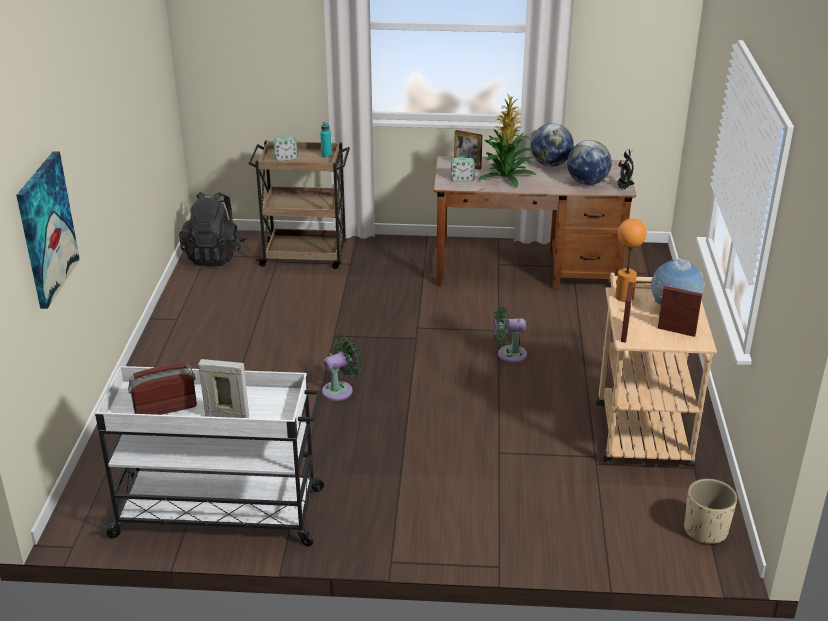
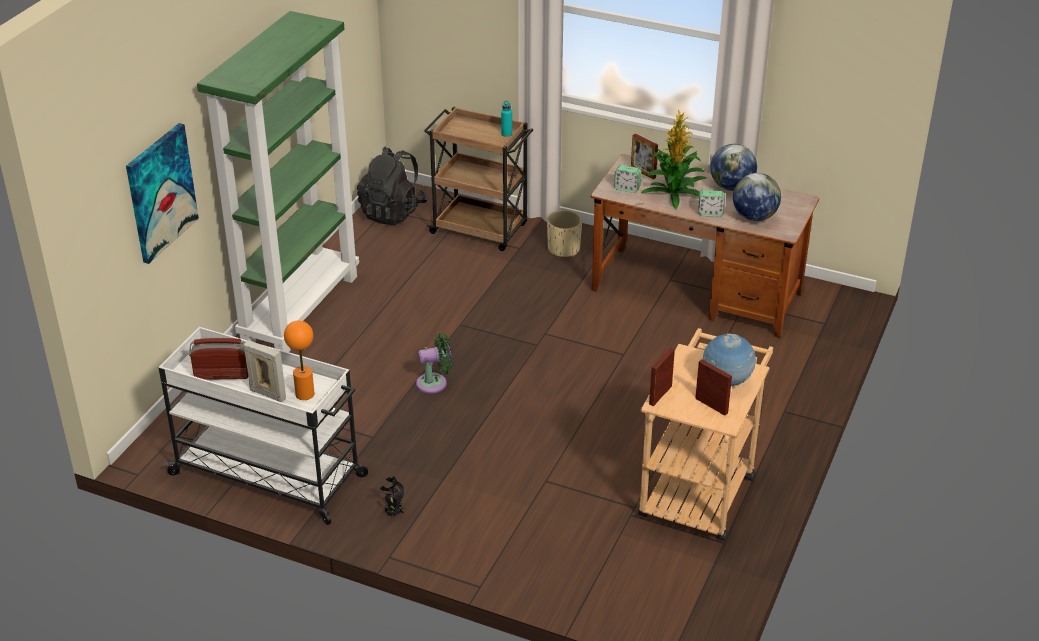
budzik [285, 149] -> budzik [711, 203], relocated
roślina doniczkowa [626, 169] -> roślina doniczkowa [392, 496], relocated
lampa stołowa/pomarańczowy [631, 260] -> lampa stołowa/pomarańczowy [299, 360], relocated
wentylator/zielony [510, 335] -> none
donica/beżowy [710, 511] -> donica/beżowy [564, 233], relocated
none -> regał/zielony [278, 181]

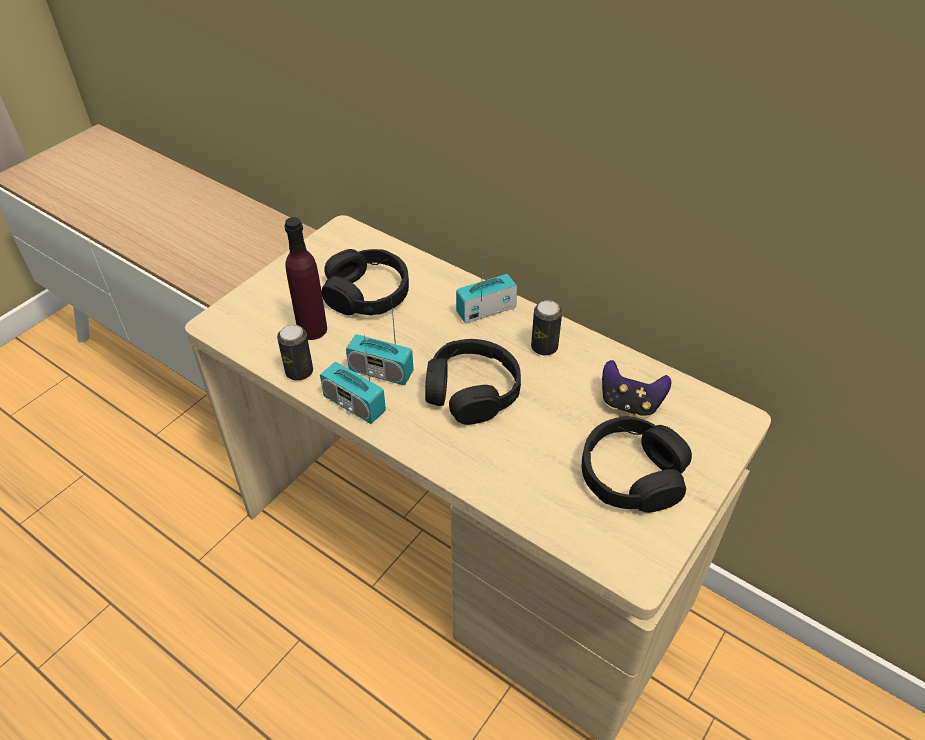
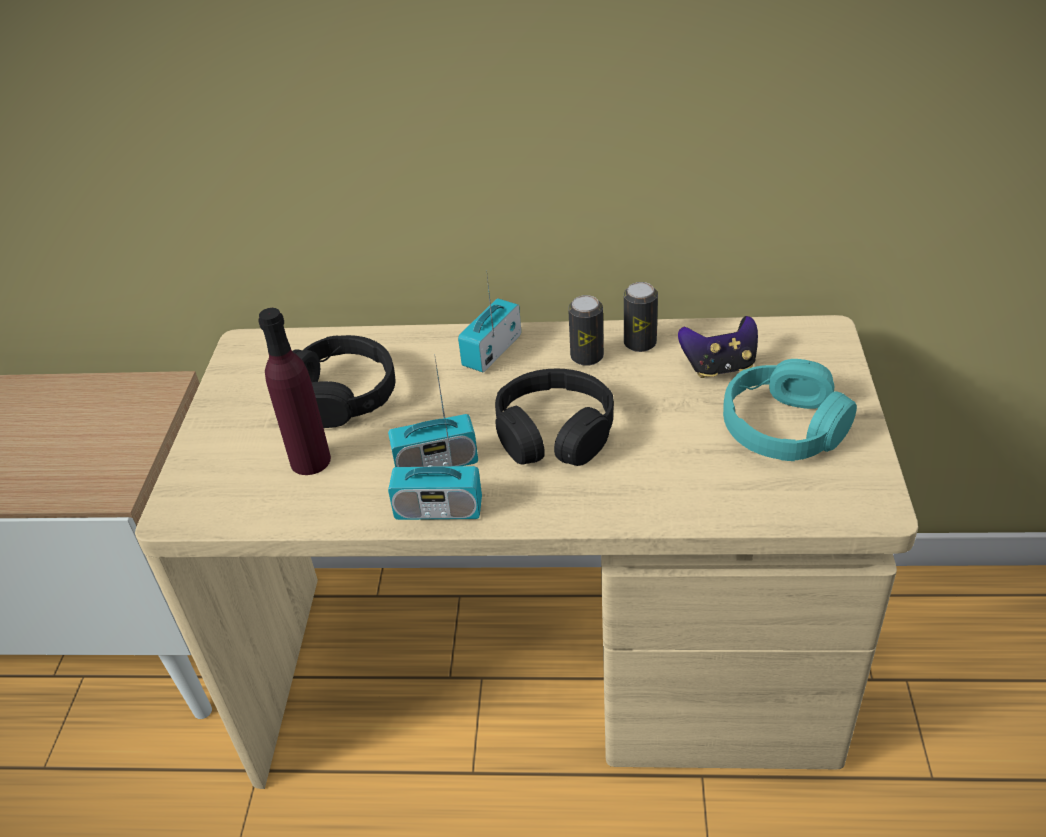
puszka [295, 352] -> puszka [641, 317], relocated
słuchawki/czarny [637, 464] -> słuchawki/turkusowy [790, 410]

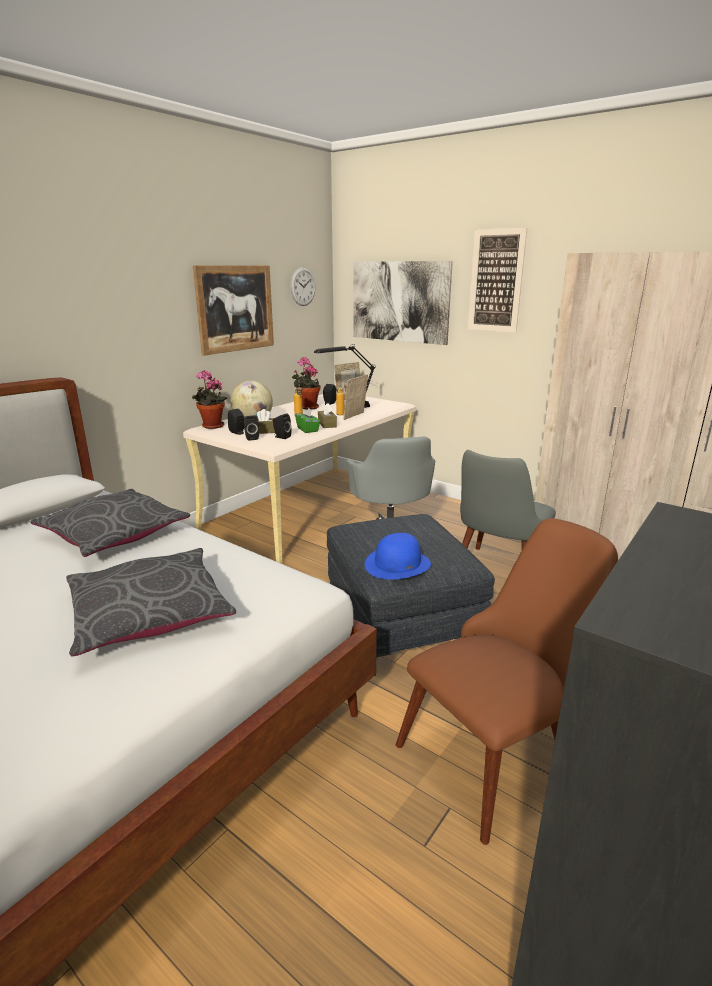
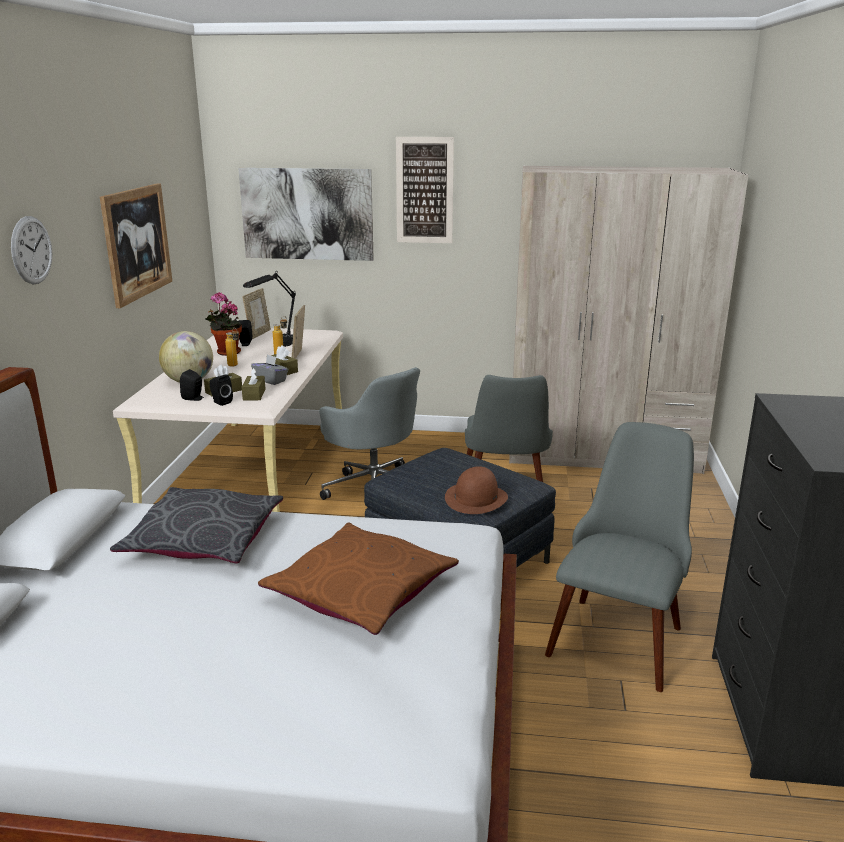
zegar ścienny [303, 286] -> zegar ścienny [31, 250], relocated
roślina doniczkowa [210, 399] -> none
pudełko chusteczek/zielony [307, 420] -> pudełko chusteczek/szary [270, 370]
głośnik/czarny [282, 426] -> pudełko chusteczek/brązowy [254, 384]
krzesło/brązowy [507, 681] -> krzesło/szary [619, 557]
kapelusz/niebieski [398, 556] -> kapelusz/brązowy [476, 490]
poduszka/szary [151, 602] -> poduszka/brązowy [358, 579]

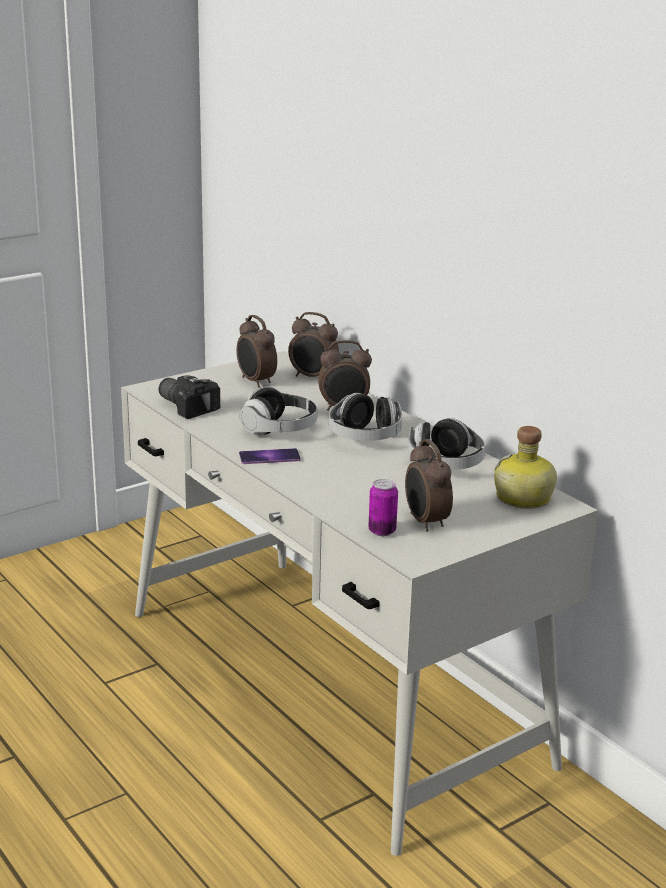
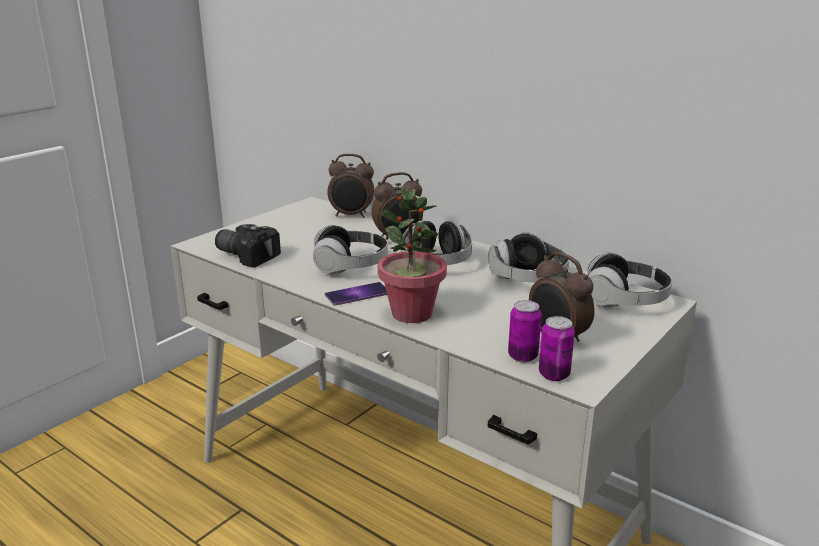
budzik [256, 351] -> none
butelka [525, 467] -> słuchawki [629, 280]
none -> roślina doniczkowa [412, 254]
none -> puszka [557, 348]

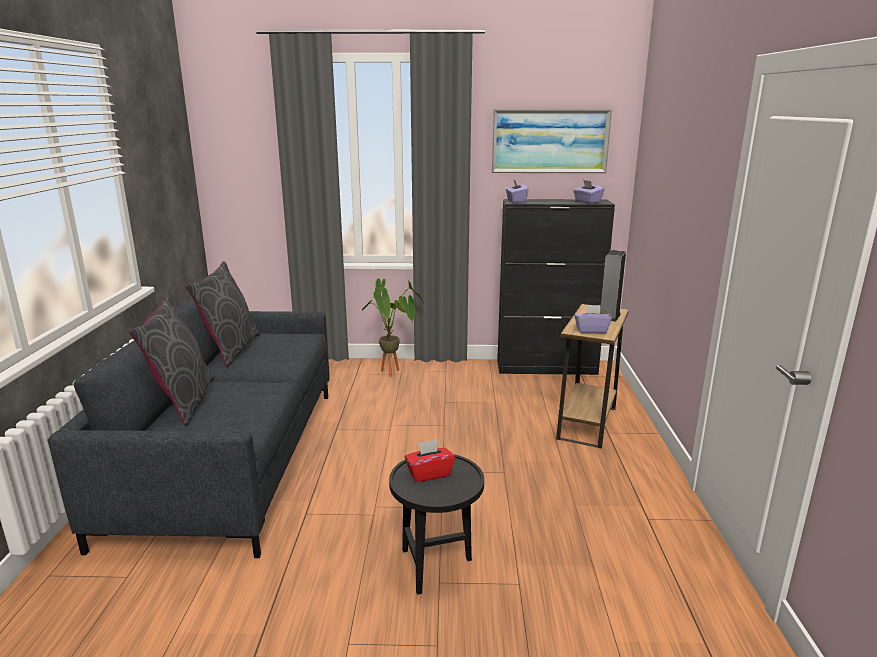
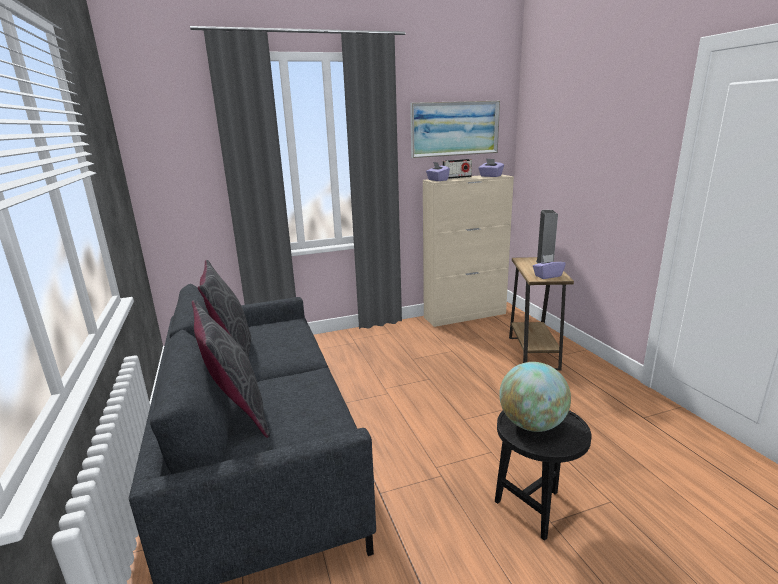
szafka/czarny [556, 287] -> szafka/beżowy [468, 251]
roślina doniczkowa [393, 327] -> none
pudełko chusteczek/czerwony [429, 461] -> globus [535, 397]
none -> radio [457, 169]

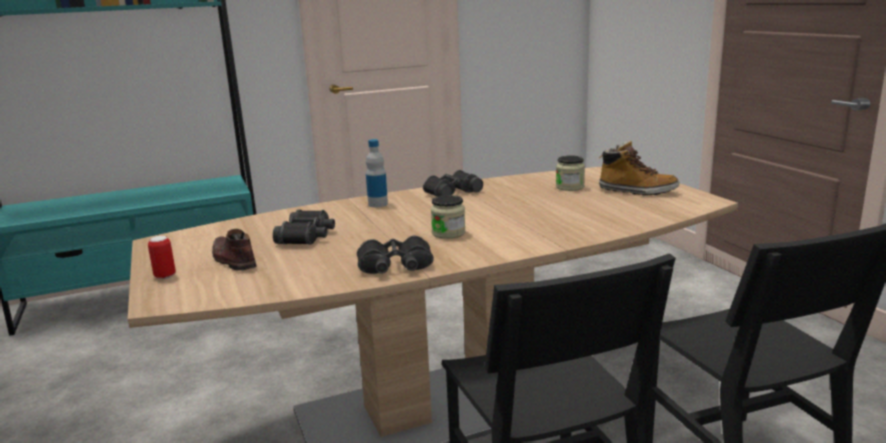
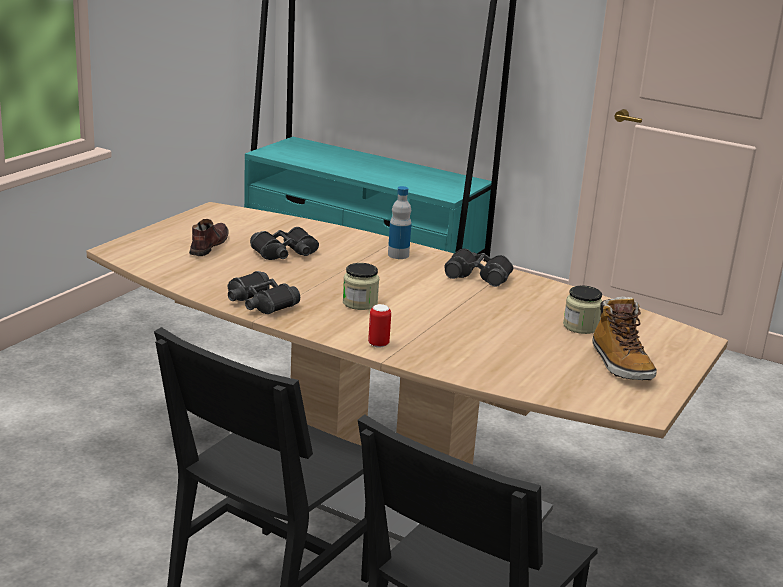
puszka [162, 257] -> puszka [379, 326], relocated

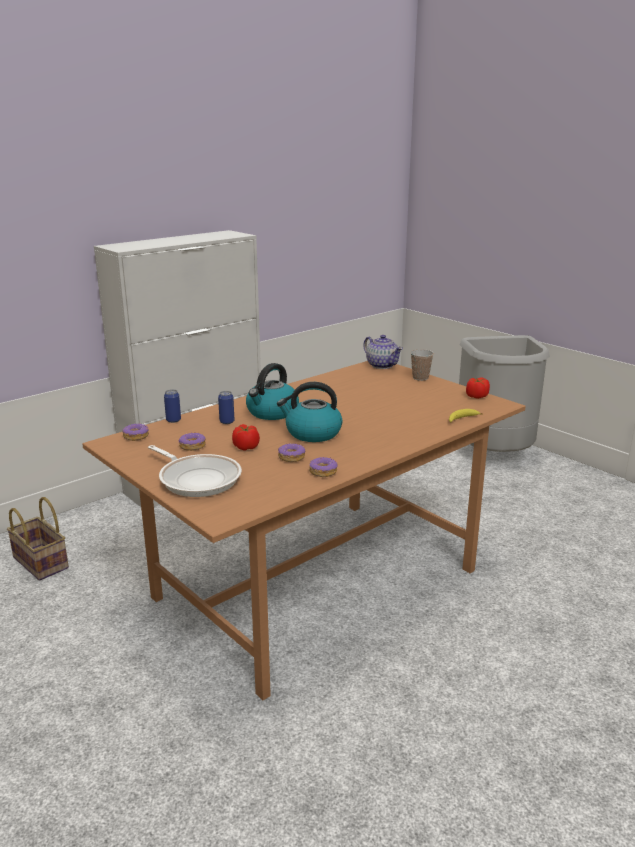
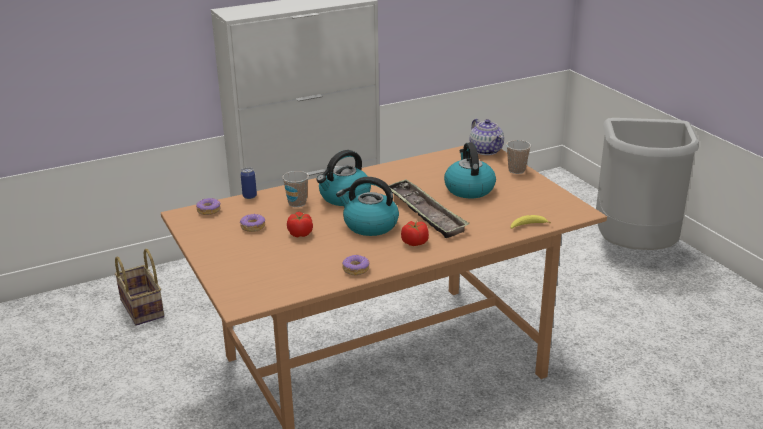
pomidor [478, 388] -> pomidor [415, 233], relocated
puszka [226, 407] -> filiżanka [295, 189]
donut [291, 452] -> none
patelnia [195, 471] -> none
none -> czajnik [470, 170]
none -> taca [429, 208]

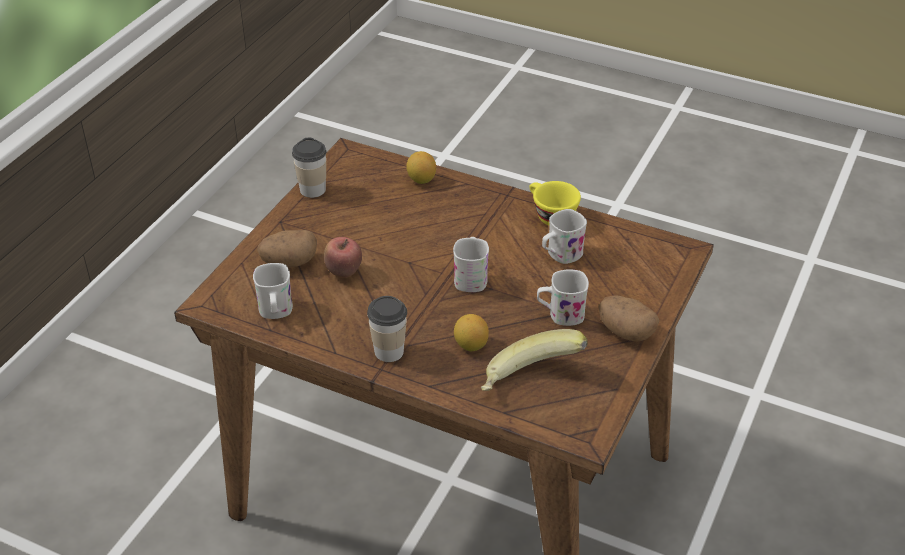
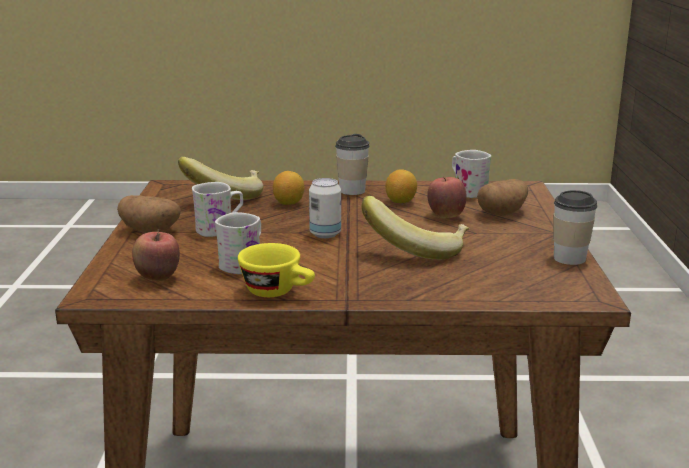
cytryna [421, 167] -> cytryna [401, 186], relocated
kubek/biały [471, 264] -> puszka [325, 208]
none -> banan [415, 227]
none -> jabłko [156, 255]

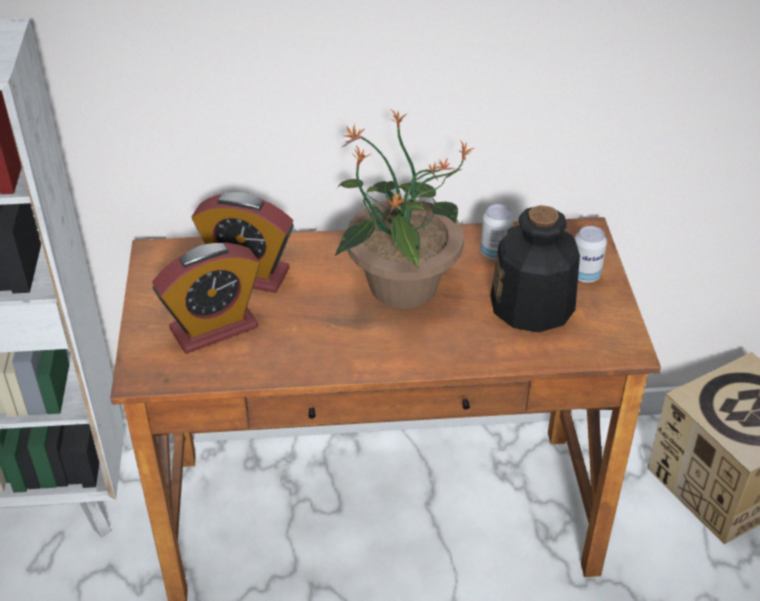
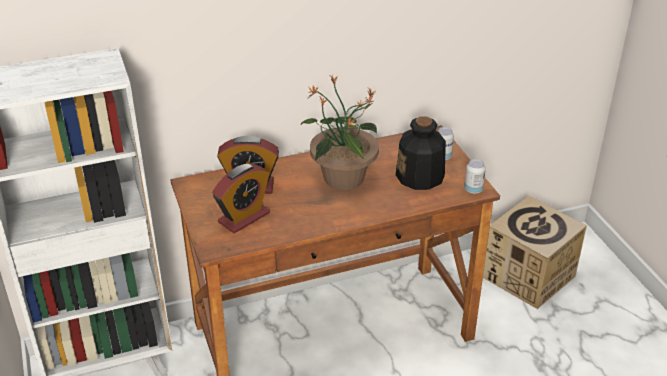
puszka [497, 232] -> puszka [475, 176], relocated

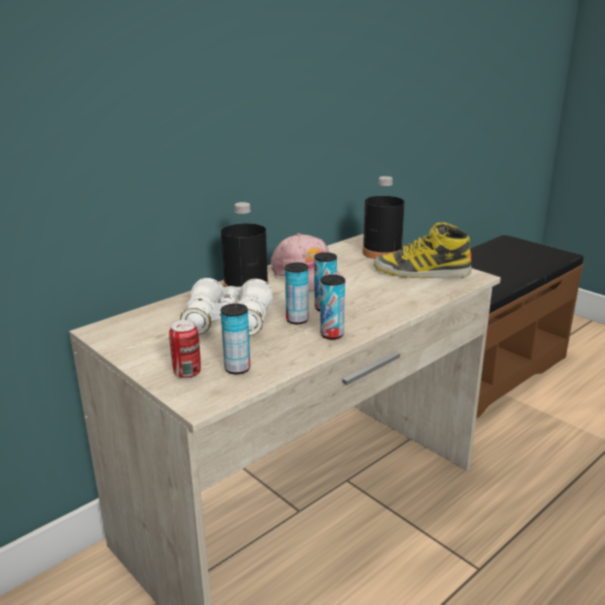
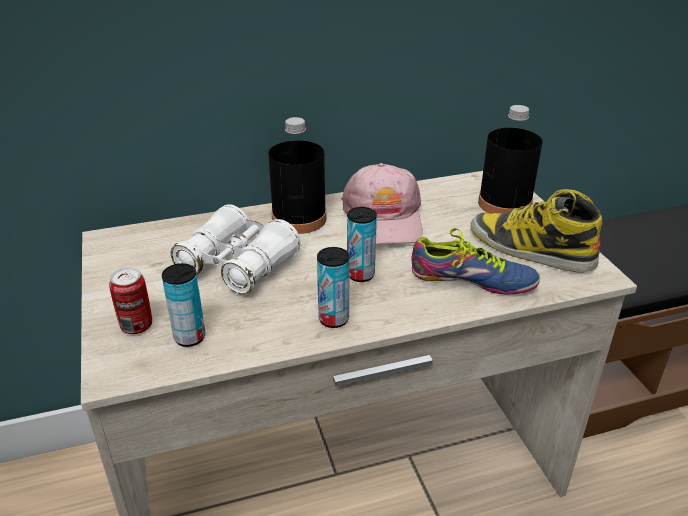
puszka [297, 293] -> none
none -> but [475, 261]

